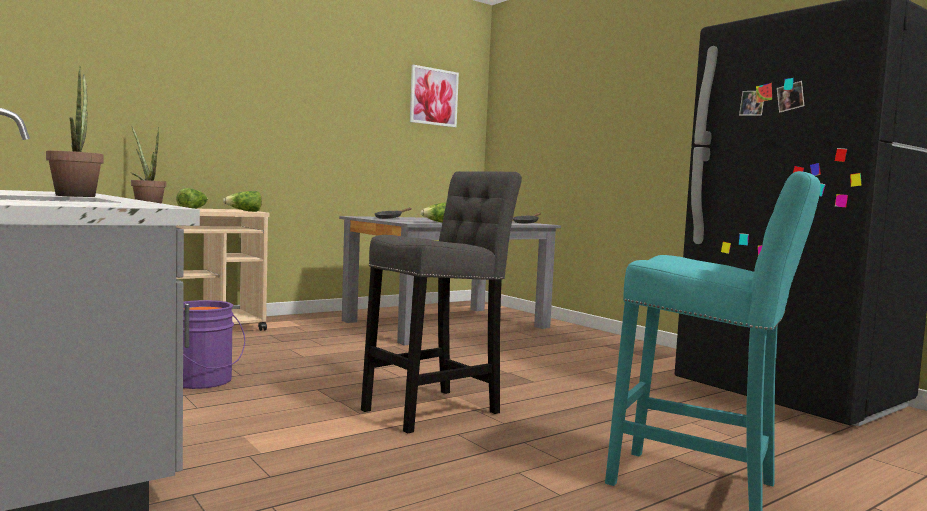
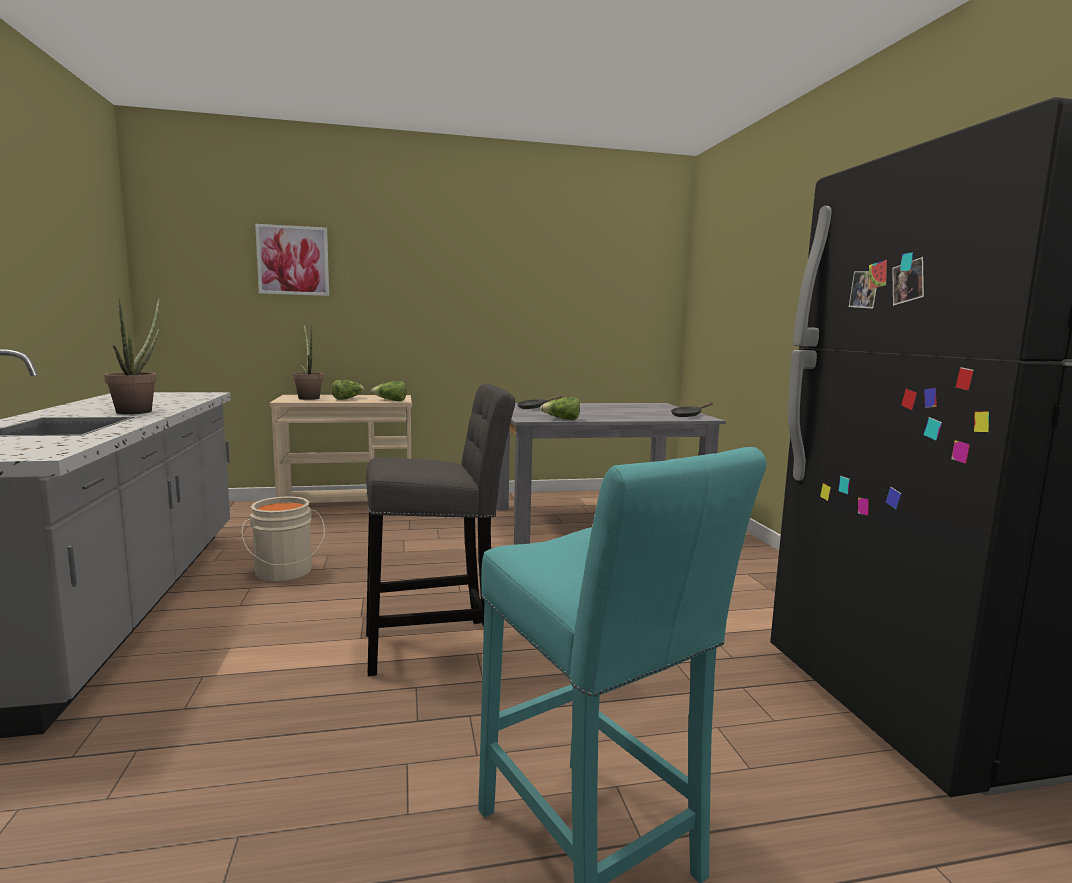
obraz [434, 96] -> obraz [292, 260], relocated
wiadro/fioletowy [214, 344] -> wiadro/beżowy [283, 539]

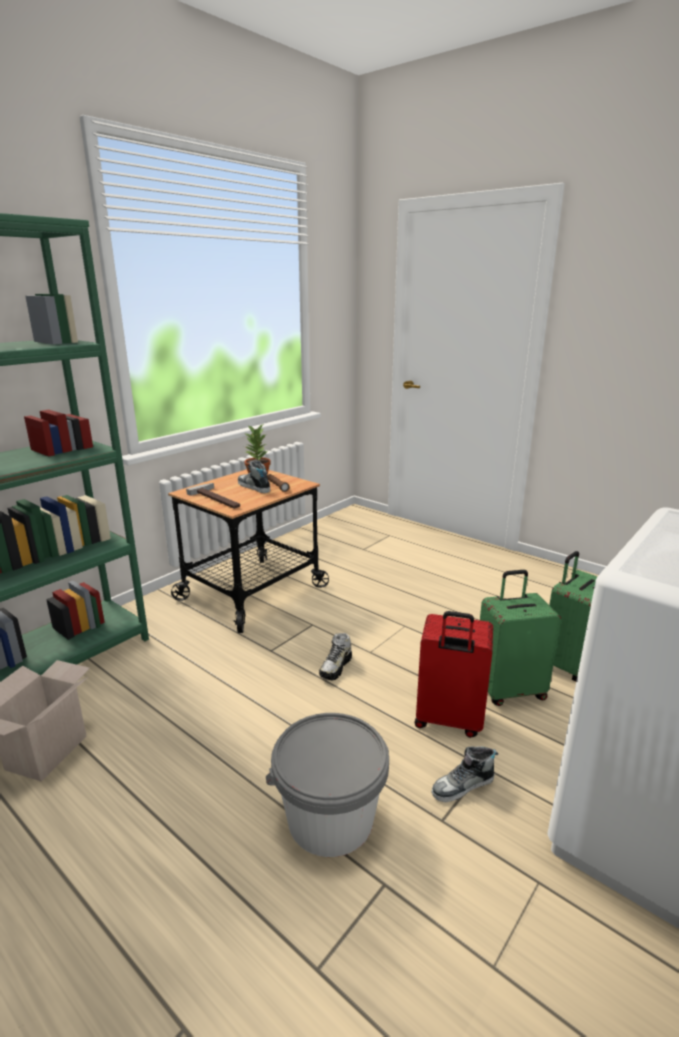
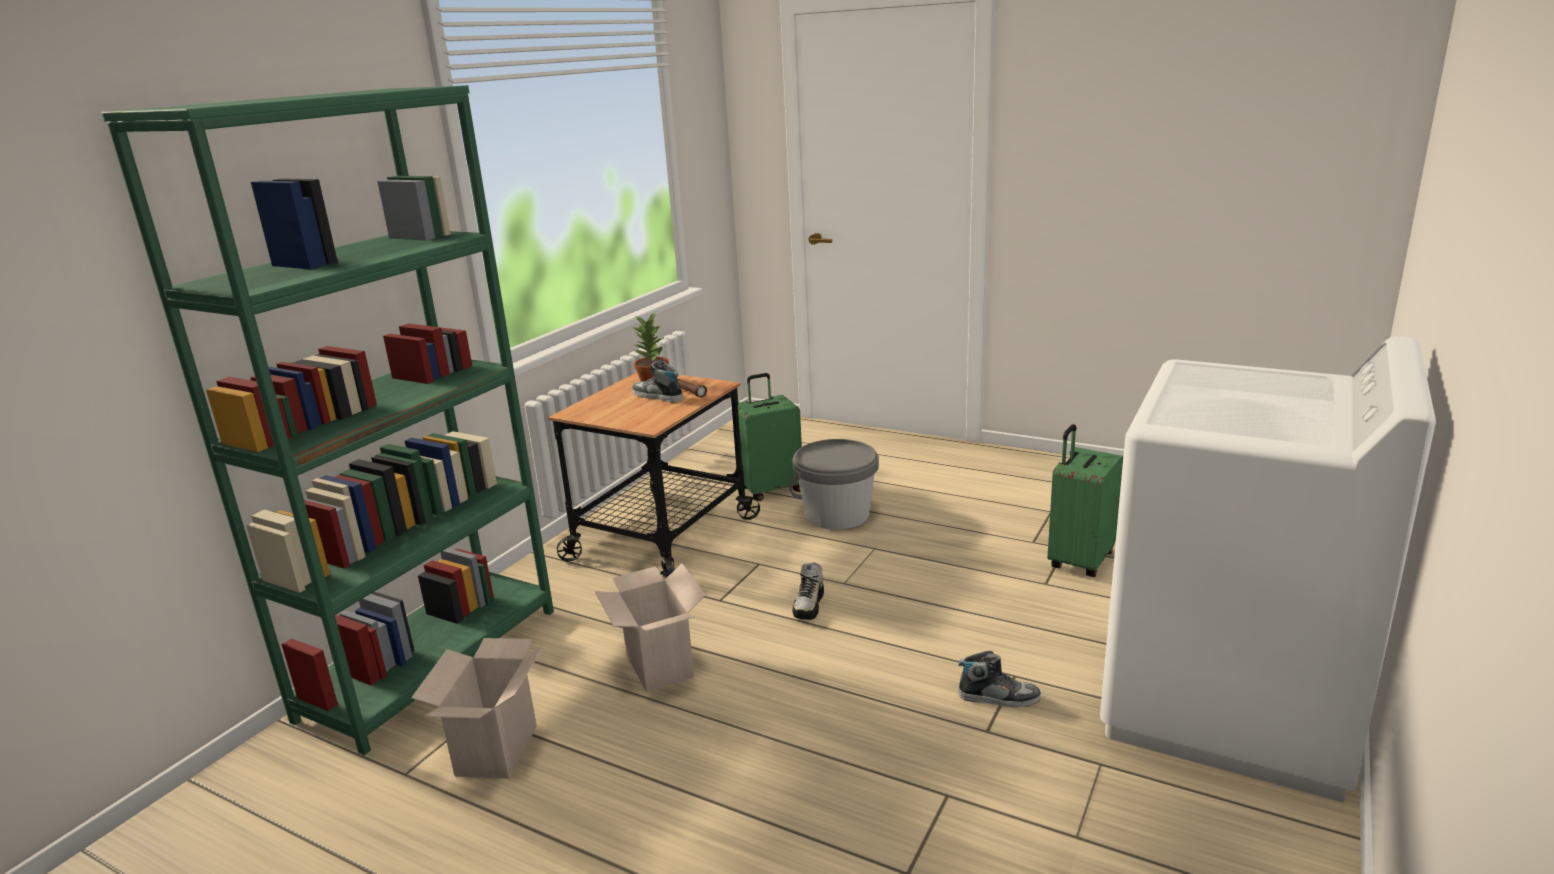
młotek [213, 496] -> none
walizka/zielony [520, 638] -> walizka/zielony [770, 437], relocated
walizka/czerwony [453, 674] -> none
wiadro/szary [327, 785] -> wiadro/szary [834, 484], relocated
but [464, 774] -> but [1000, 679], 135 degrees counterclockwise
none -> karton [650, 627]

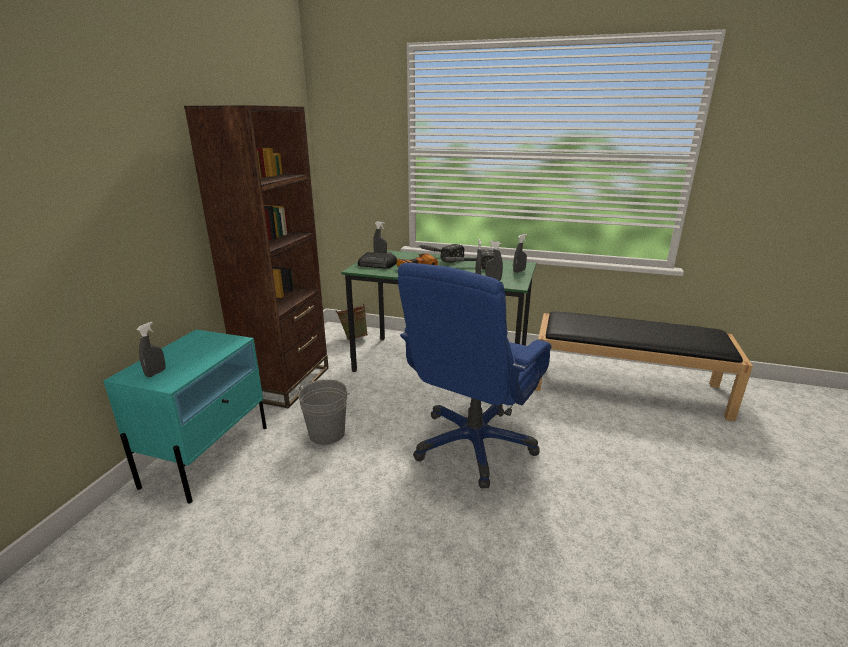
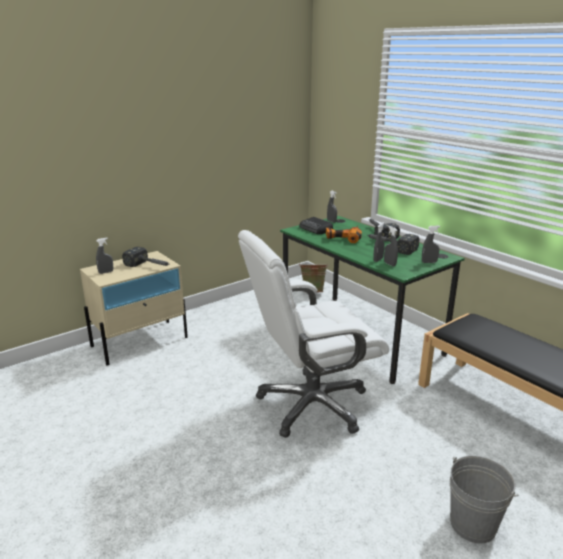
regał/brązowy [256, 256] -> none
krzesło biurowe/niebieski [474, 376] -> krzesło biurowe/biały [313, 334]
szafka nocna/turkusowy [185, 416] -> szafka nocna/beżowy [134, 308]
wiadro/szary [324, 412] -> wiadro/szary [484, 500], relocated
none -> młotek [146, 257]

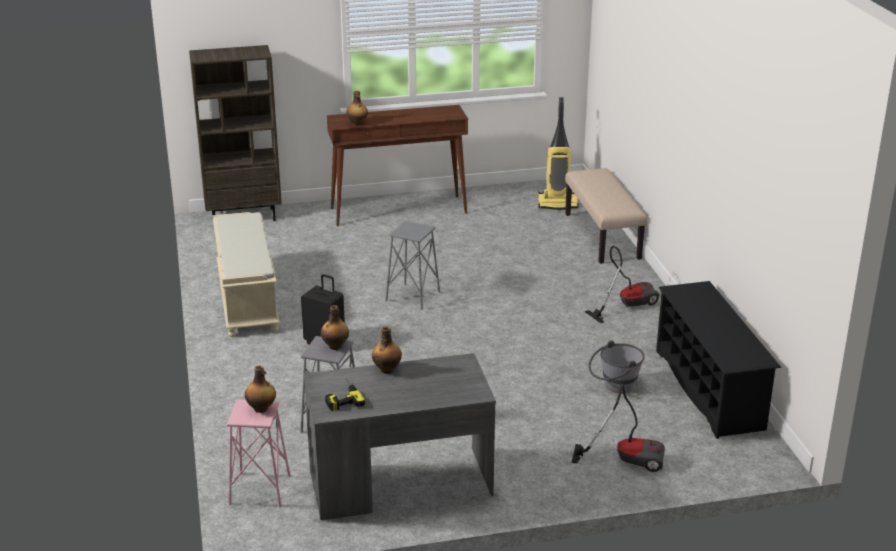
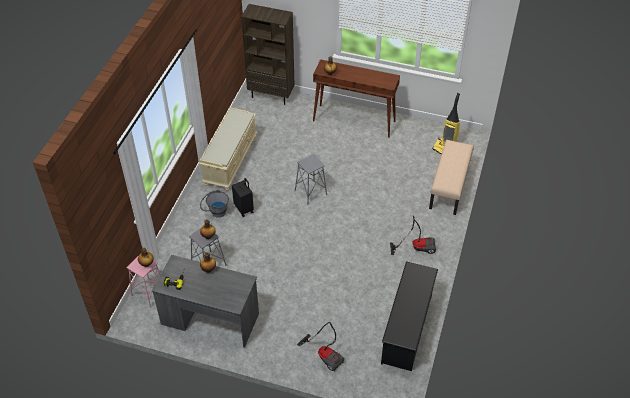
wiadro/szary [616, 366] -> wiadro/szary [214, 204], relocated

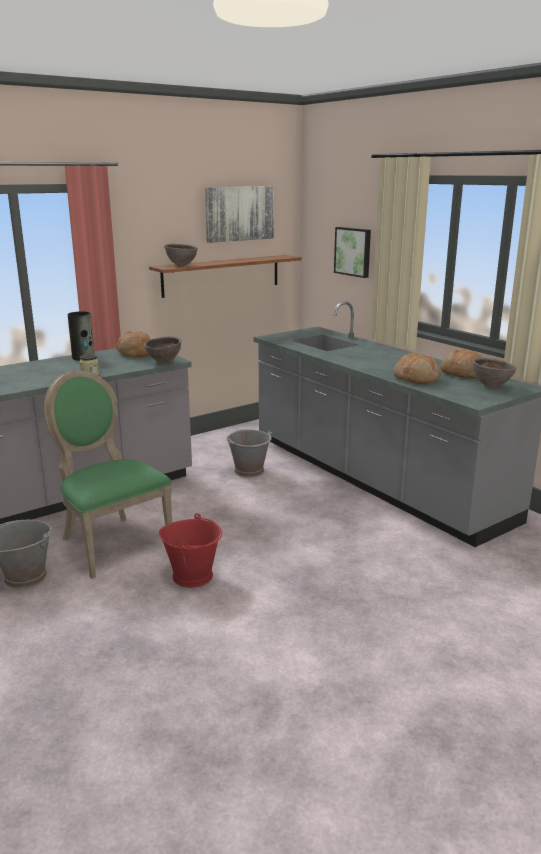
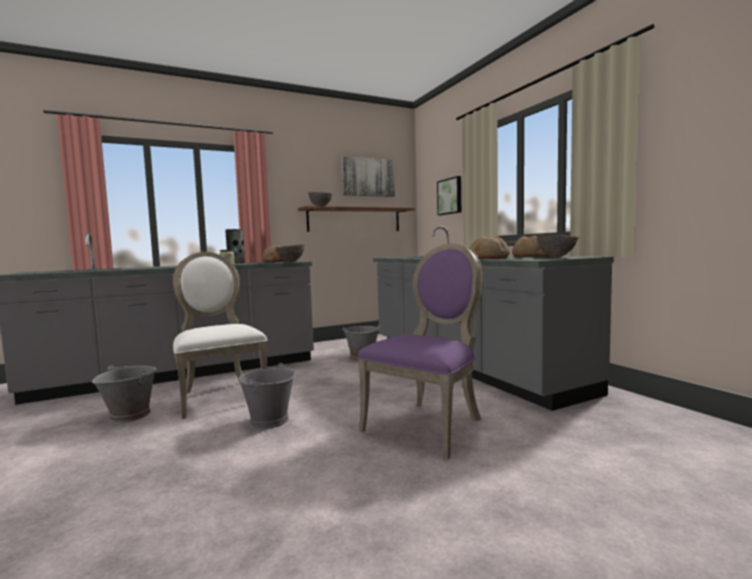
krzesło/zielony [108, 475] -> krzesło/biały [220, 335]
wiadro/czerwony [190, 550] -> wiadro/szary [267, 396]
none -> krzesło/fioletowy [420, 351]

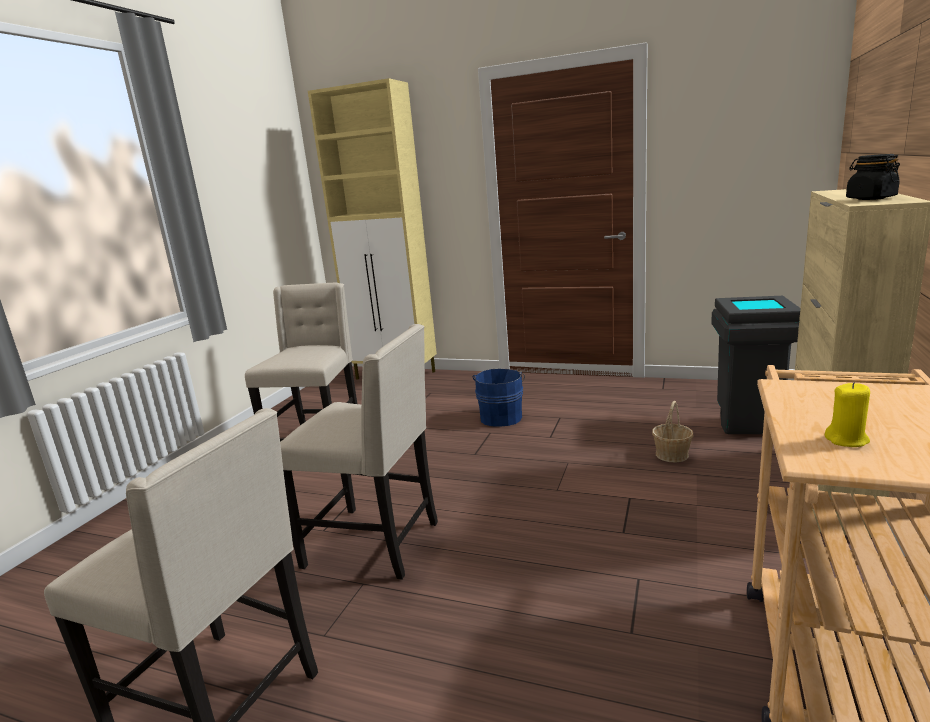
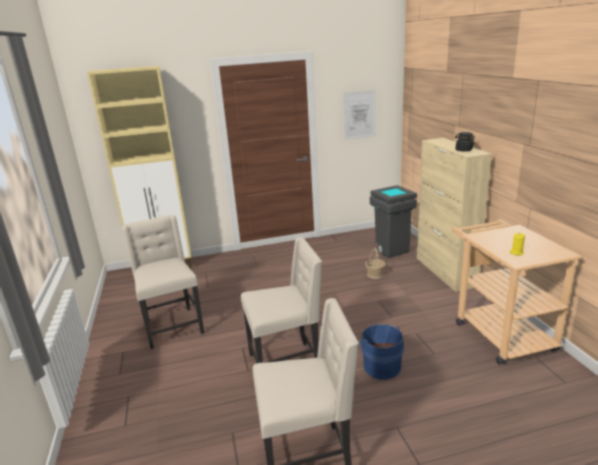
wiadro/niebieski [499, 397] -> wiadro/niebieski [381, 352], relocated
none -> obraz [359, 114]

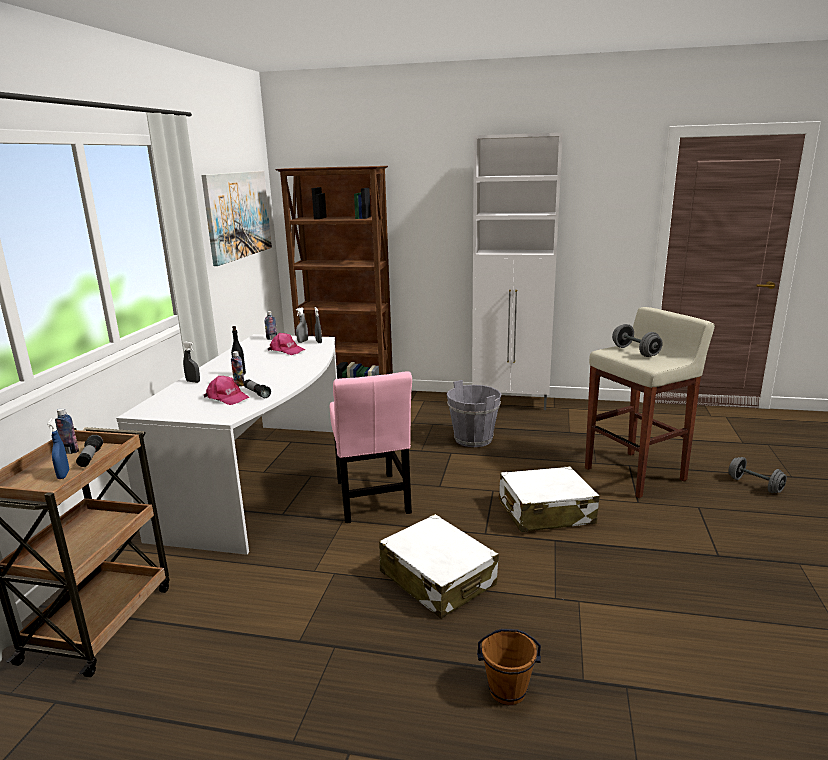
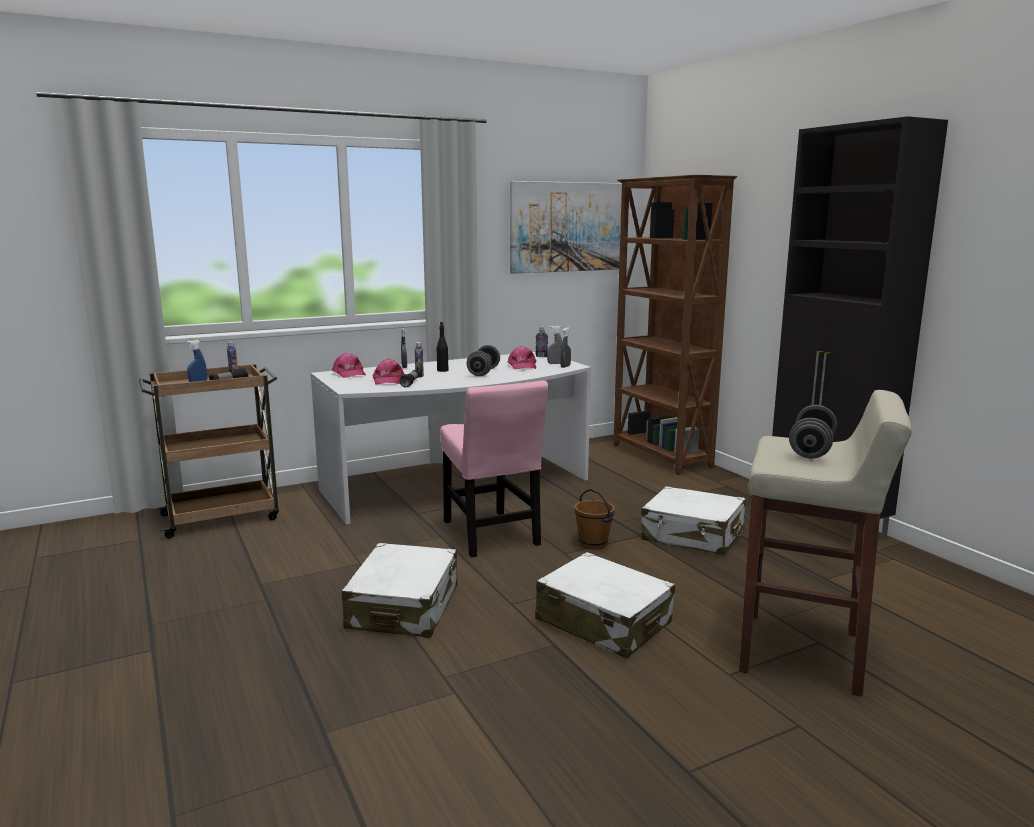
szafka/biały [517, 271] -> szafka/czarny [859, 332]
krzesło/różowy [371, 447] -> krzesło/różowy [495, 469], 60 degrees counterclockwise
wiadro/szary [474, 413] -> walizka/biały [693, 520]
hantel/szary [757, 475] -> hantel/szary [483, 360], relocated
wiadro/brązowy [509, 667] -> wiadro/brązowy [594, 519], relocated
none -> czapka z daszkiem/różowy [349, 365]

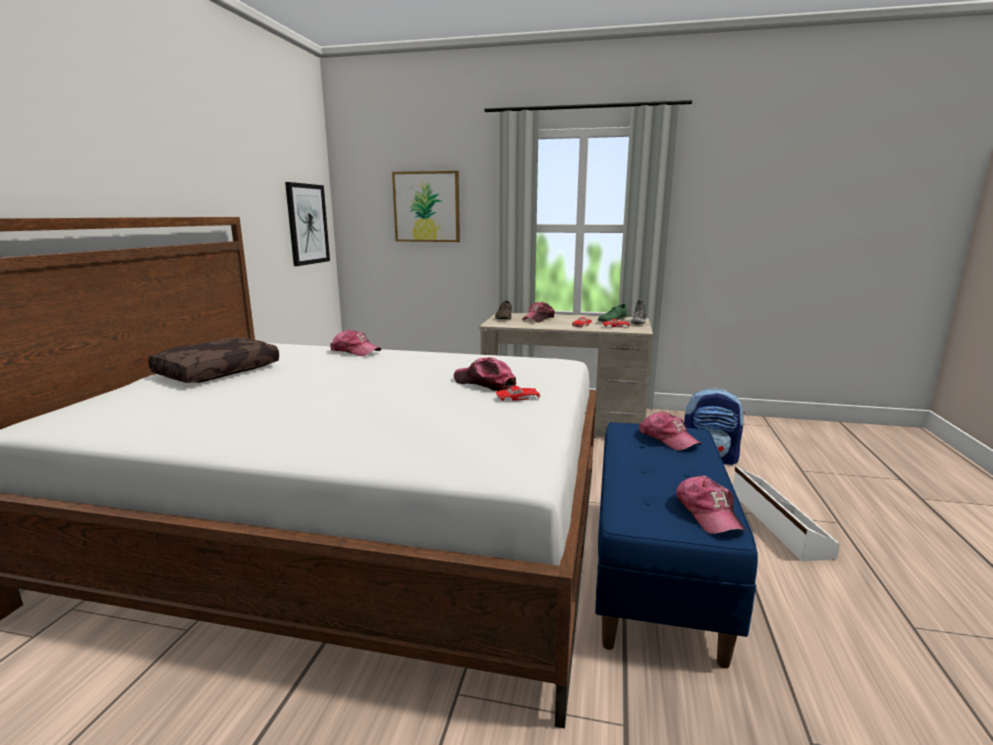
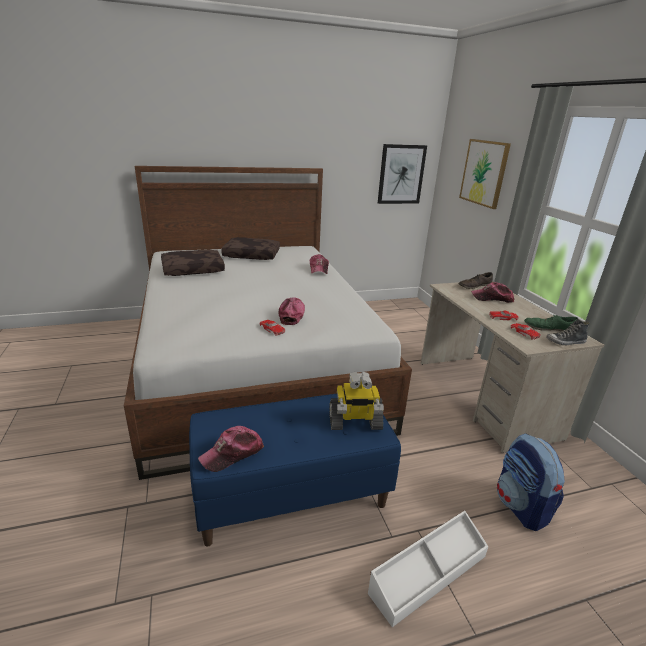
czapka z daszkiem [670, 431] -> robot zabawkowy [356, 400]
none -> poduszka/brązowy [193, 263]

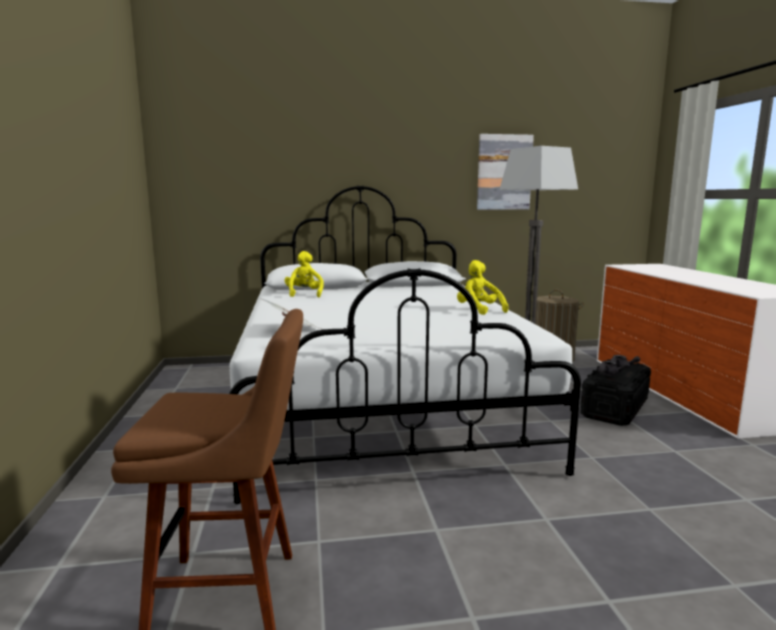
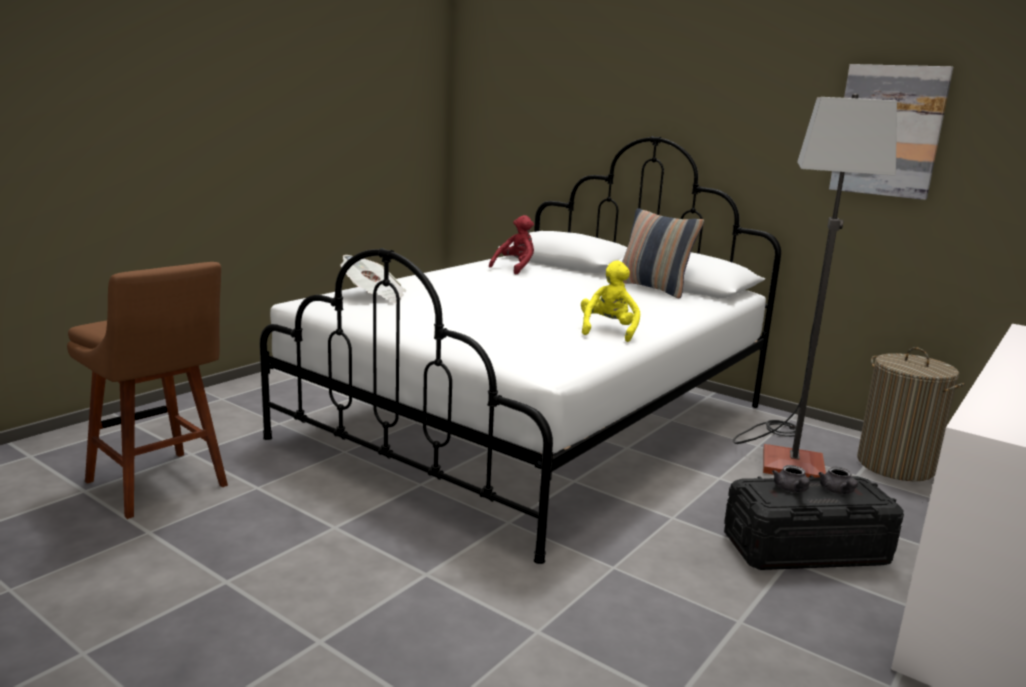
pluszak/żółty [304, 274] -> pluszak/czerwony [511, 244]
none -> poduszka [663, 253]

